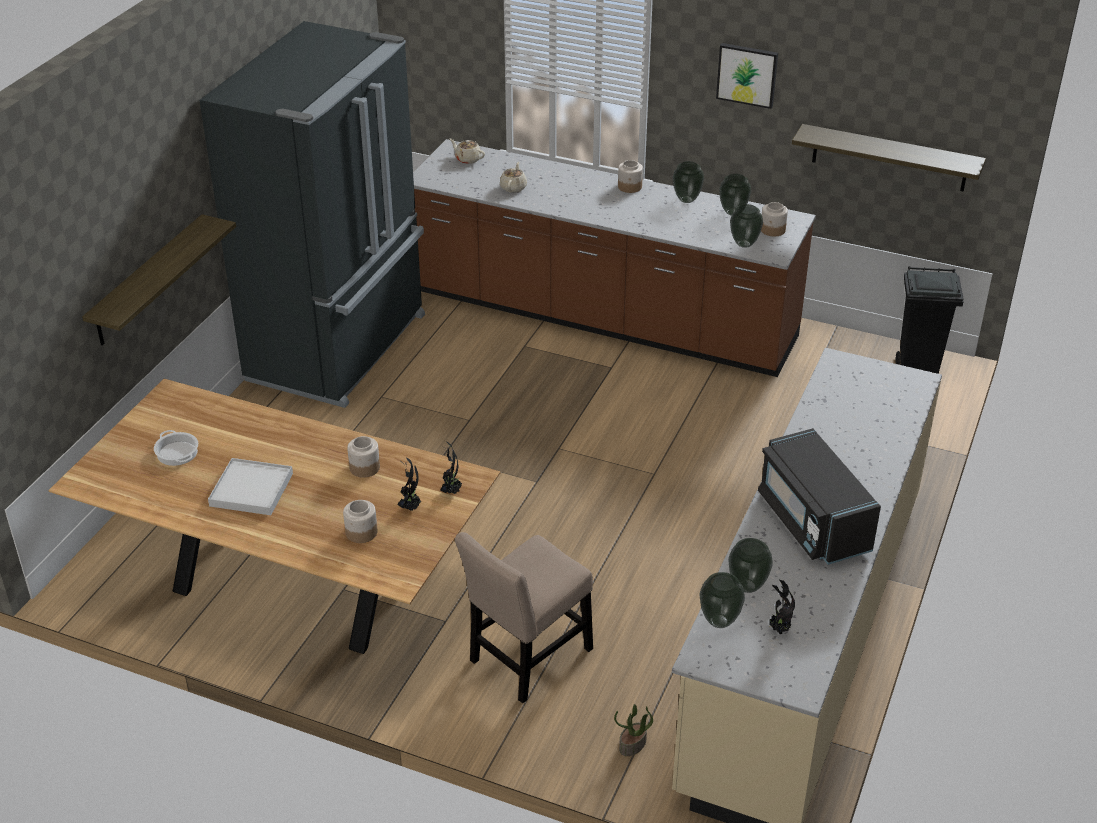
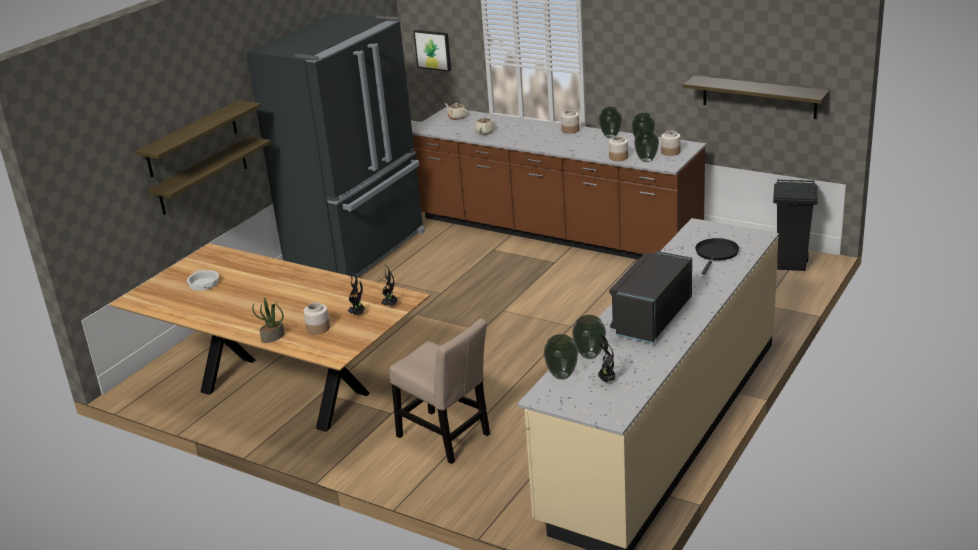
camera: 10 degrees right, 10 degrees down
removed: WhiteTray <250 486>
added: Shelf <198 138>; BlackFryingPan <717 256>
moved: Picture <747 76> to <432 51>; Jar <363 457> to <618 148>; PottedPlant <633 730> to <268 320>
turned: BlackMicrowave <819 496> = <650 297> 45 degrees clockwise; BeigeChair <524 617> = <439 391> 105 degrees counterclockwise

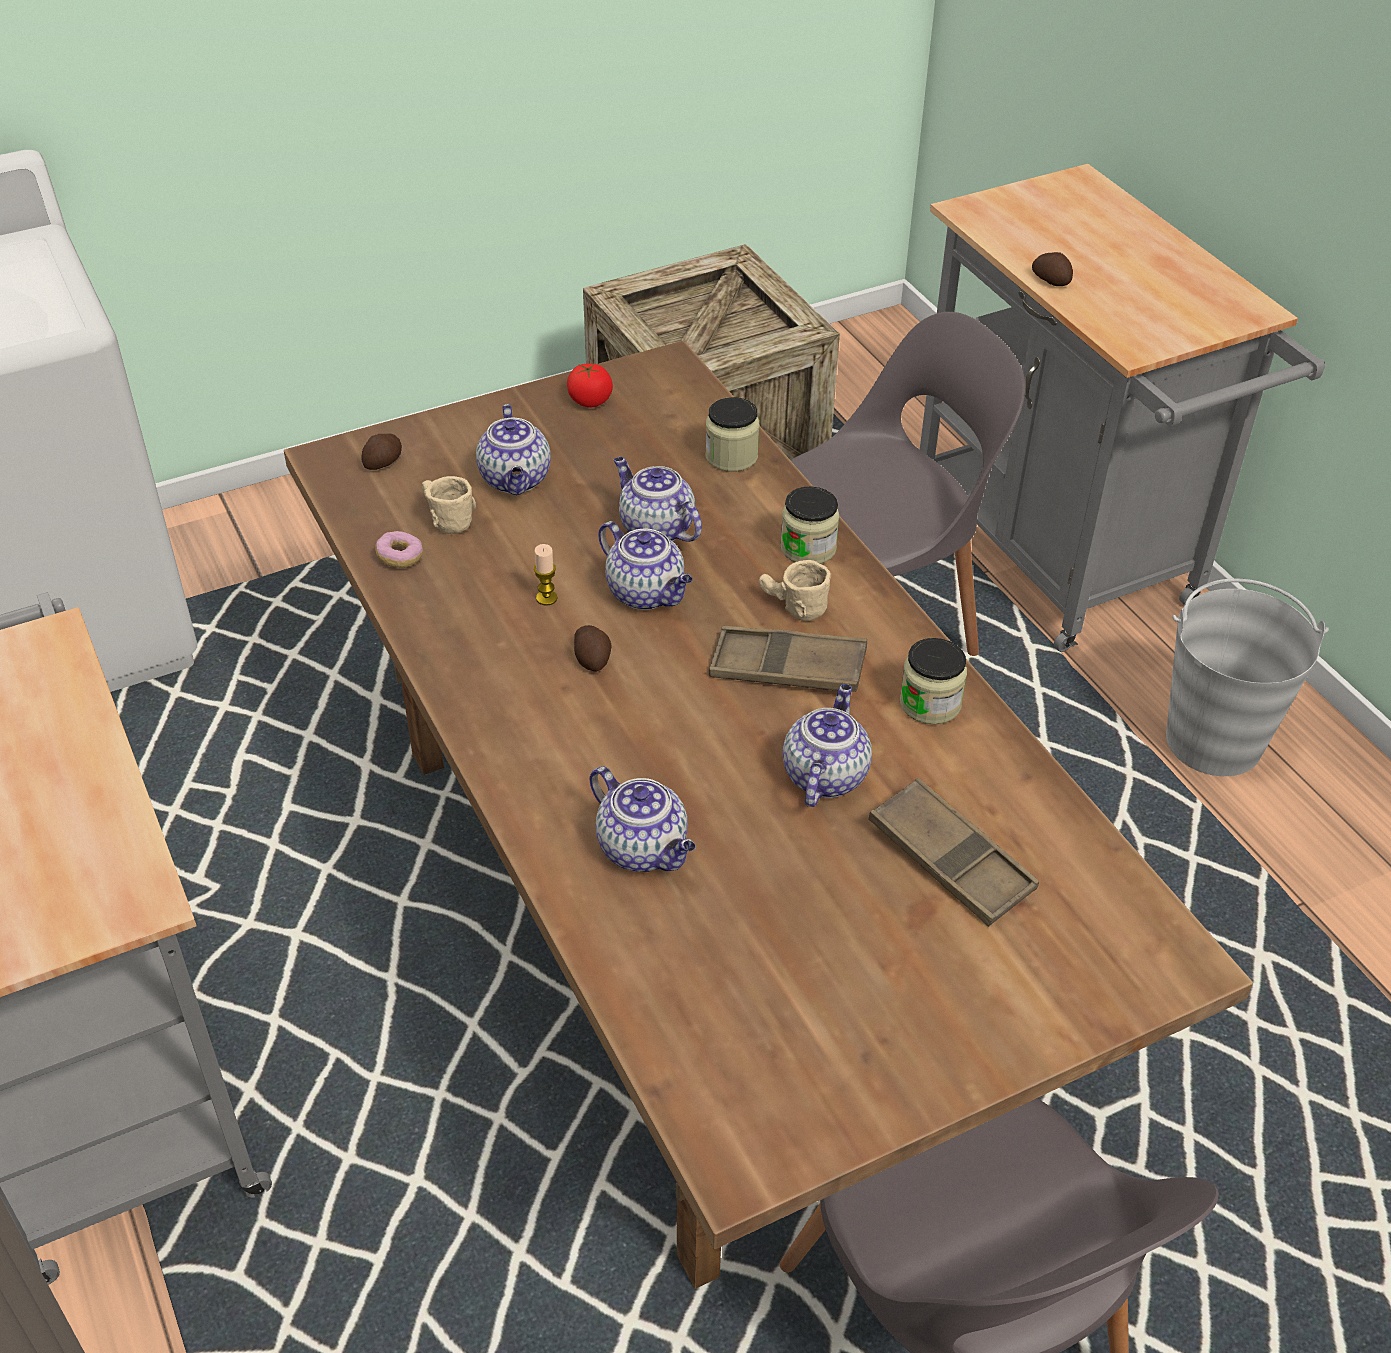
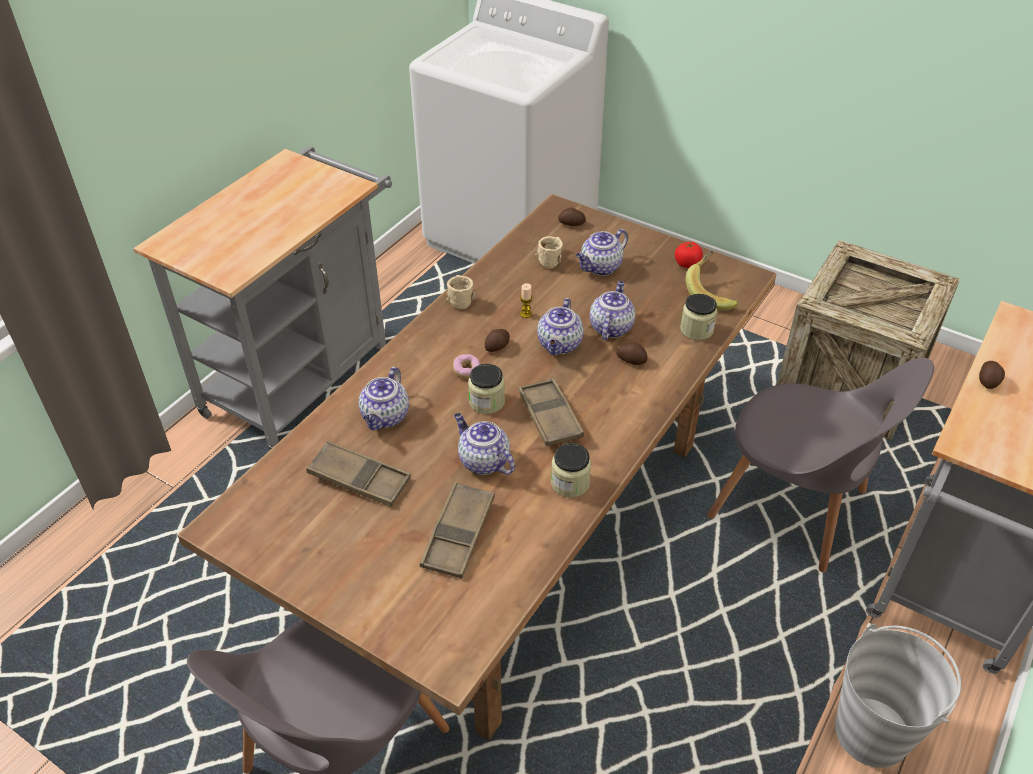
camera: 60 degrees right, 0 degrees up
added: Banana <712 280>; Potato <631 353>; BrownTray <358 474>
moved: Jar <810 525> to <486 389>; Donut <399 549> to <466 366>; BeigeMug <795 590> to <460 292>
turned: Teapot <827 745> = <484 444> 120 degrees counterclockwise

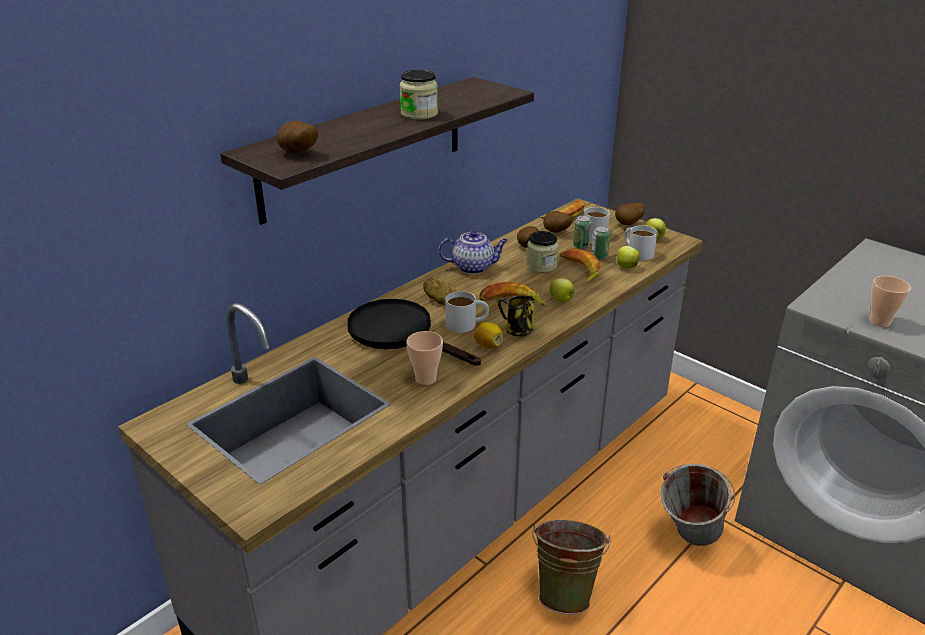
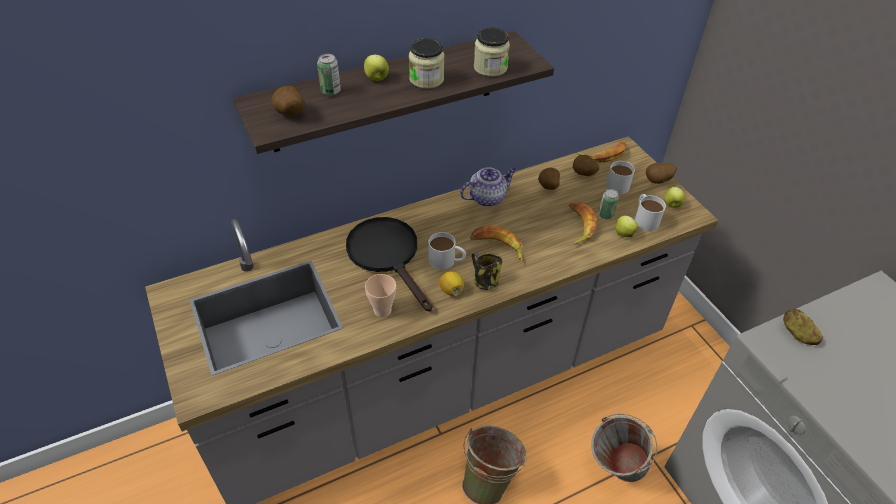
camera: 20 degrees right, 15 degrees up
removed: Cup <890 301>
moved: Can <582 232> to <329 75>; Jar <542 252> to <492 52>; Potato <440 291> to <803 327>; Apple <562 290> to <376 68>
turned: Teapot <473 252> = <488 187> 45 degrees counterclockwise

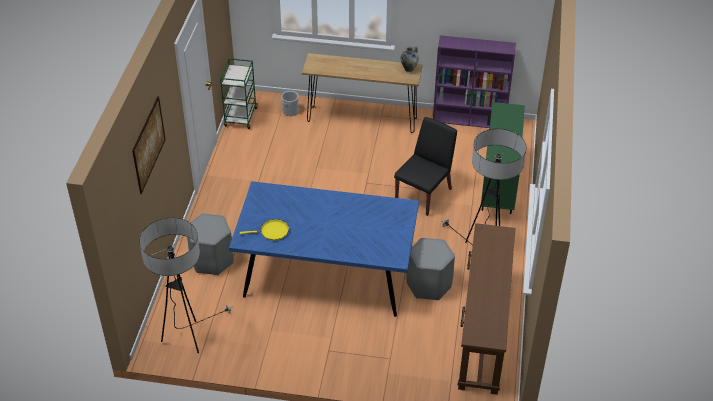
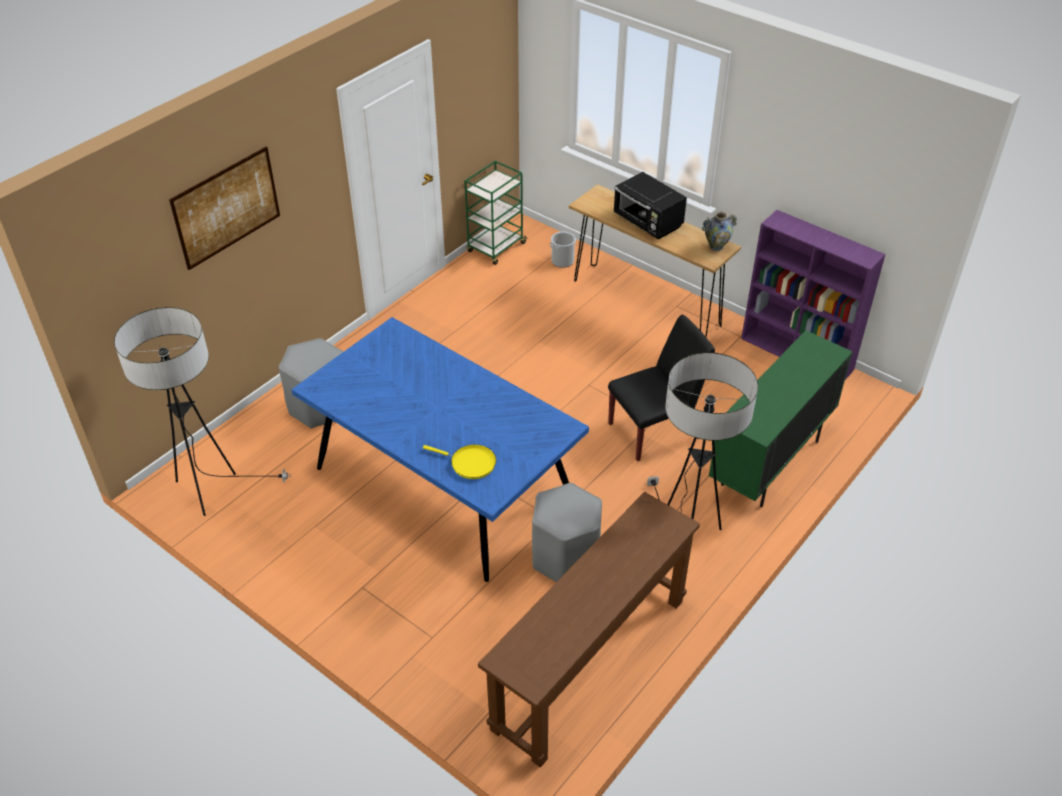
camera: 30 degrees right, 0 degrees up
added: BlackMicrowave <650 206>
moved: YellowFryingPan <264 229> to <459 461>

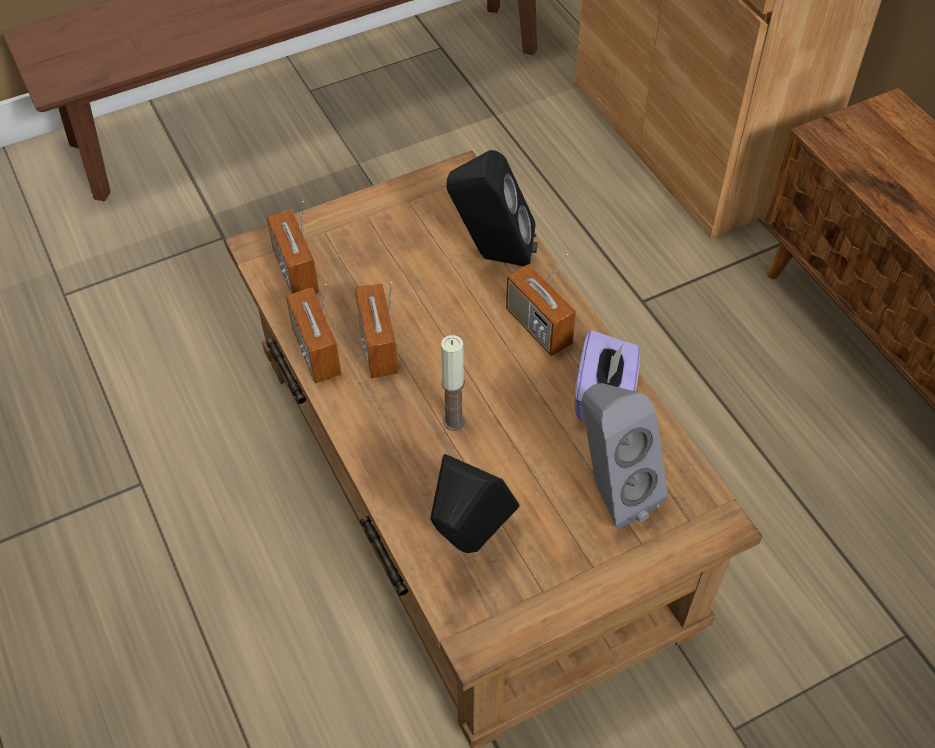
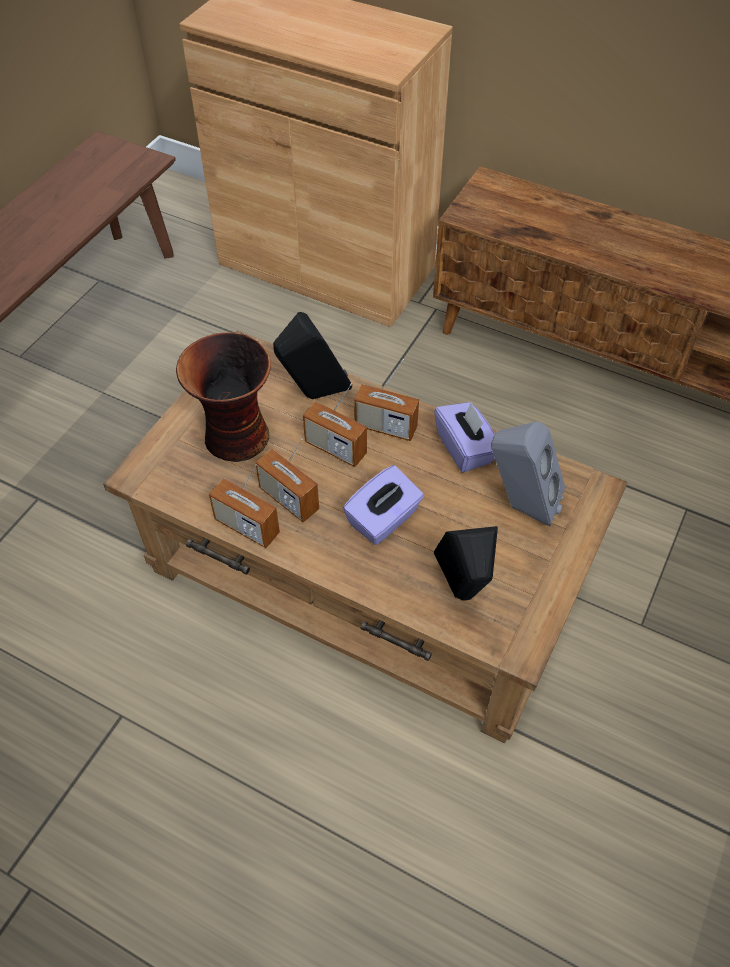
camera: 35 degrees left, 0 degrees up
added: Vase <223 397>
moved: Radio <293 247> to <335 425>
replaced: Candle <453 383> to PurpleTissueBox <383 505>

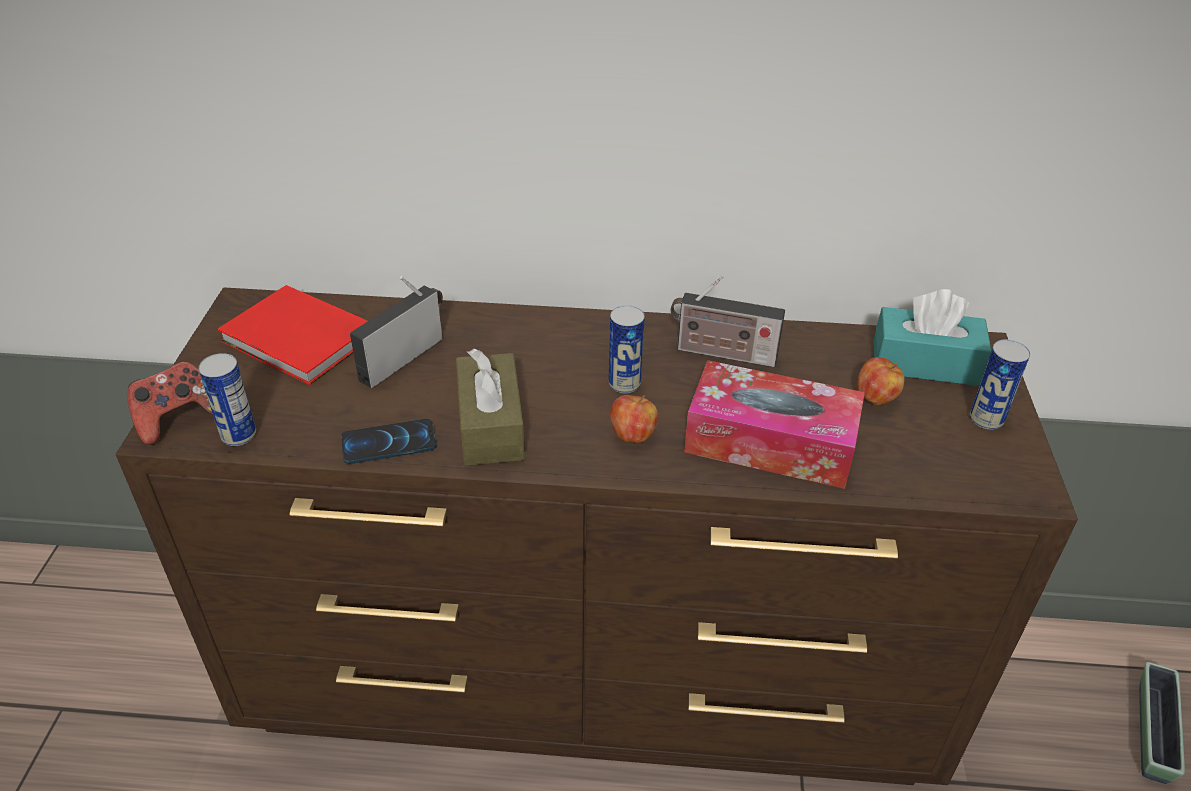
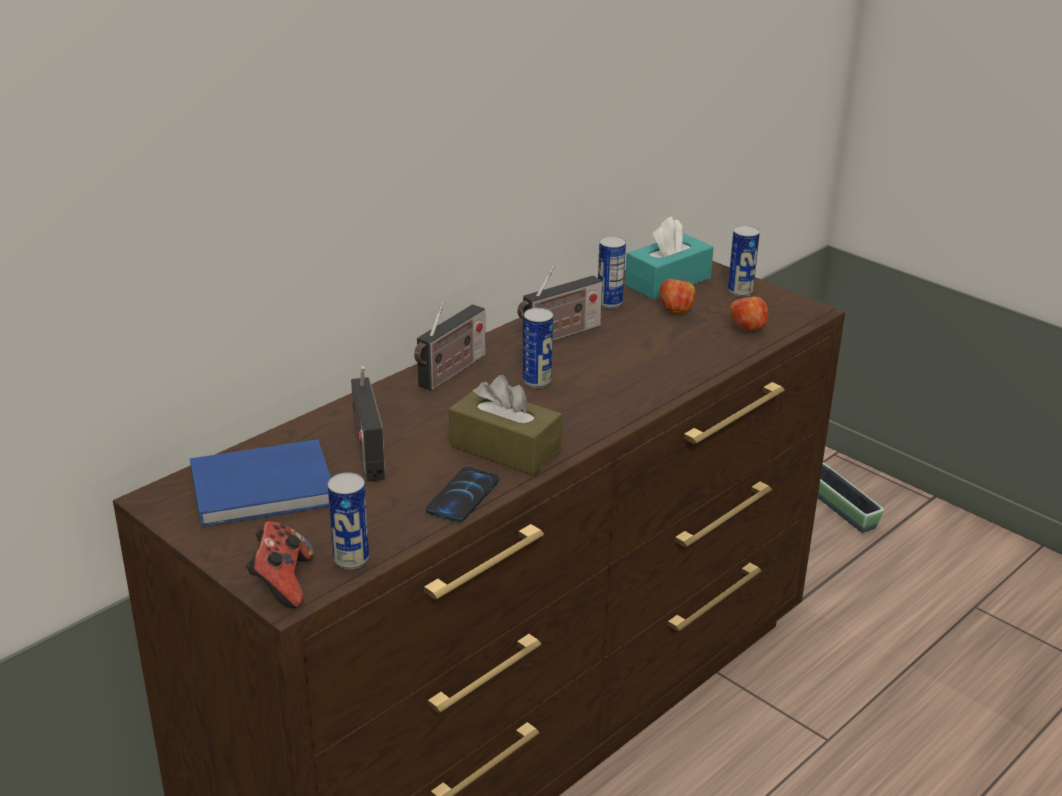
camera: 50 degrees left, 10 degrees down
removed: TissueBox <774 424>
added: Can <612 272>; Radio <449 346>
moved: Apple <634 419> to <749 312>
recoloured: RedBook <292 335> to BlueBook <260 483>

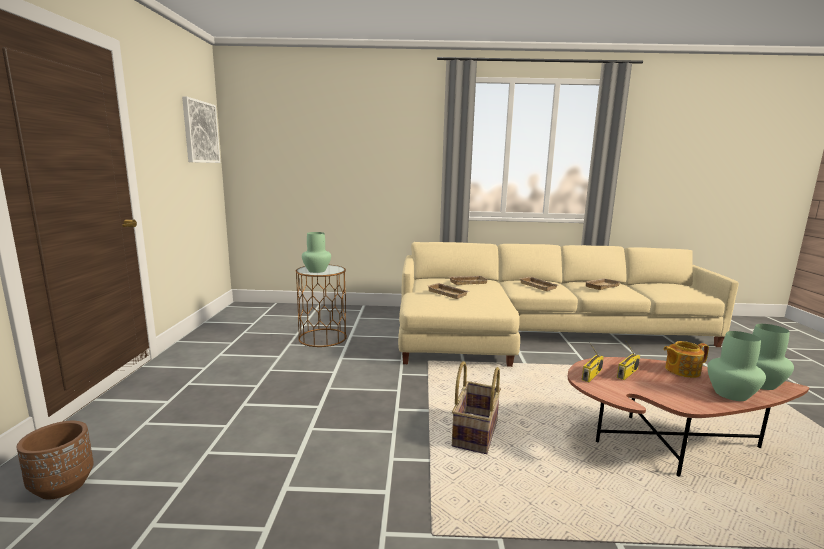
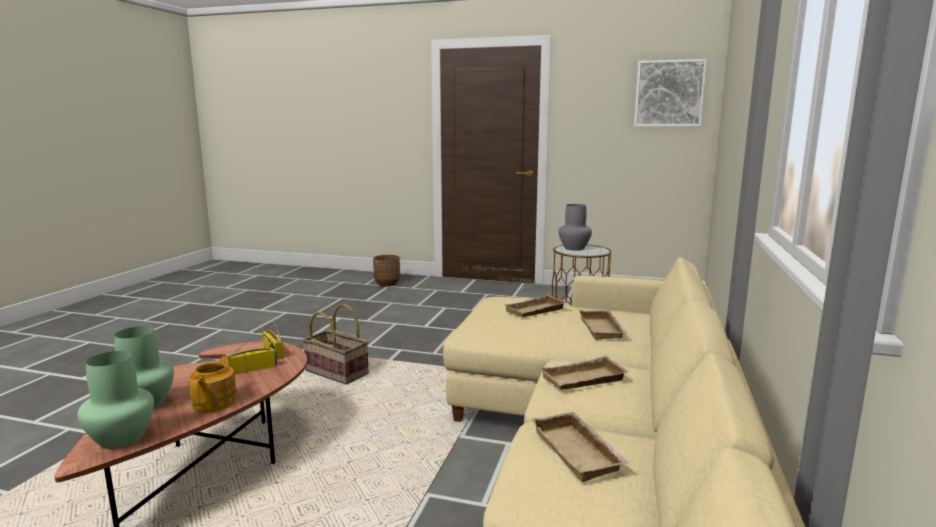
camera: 105 degrees right, 0 degrees up
recoloured: GreenVase <316 252> to GreyVase <575 227>
turned: Radio <628 360> = <252 350> 90 degrees clockwise

